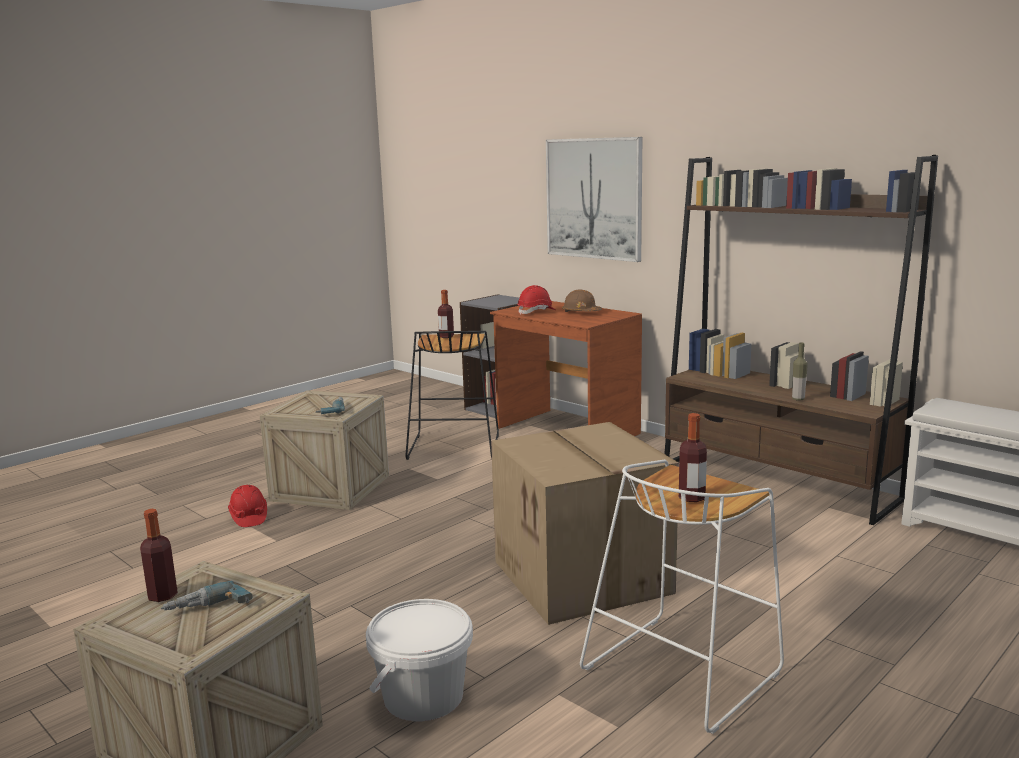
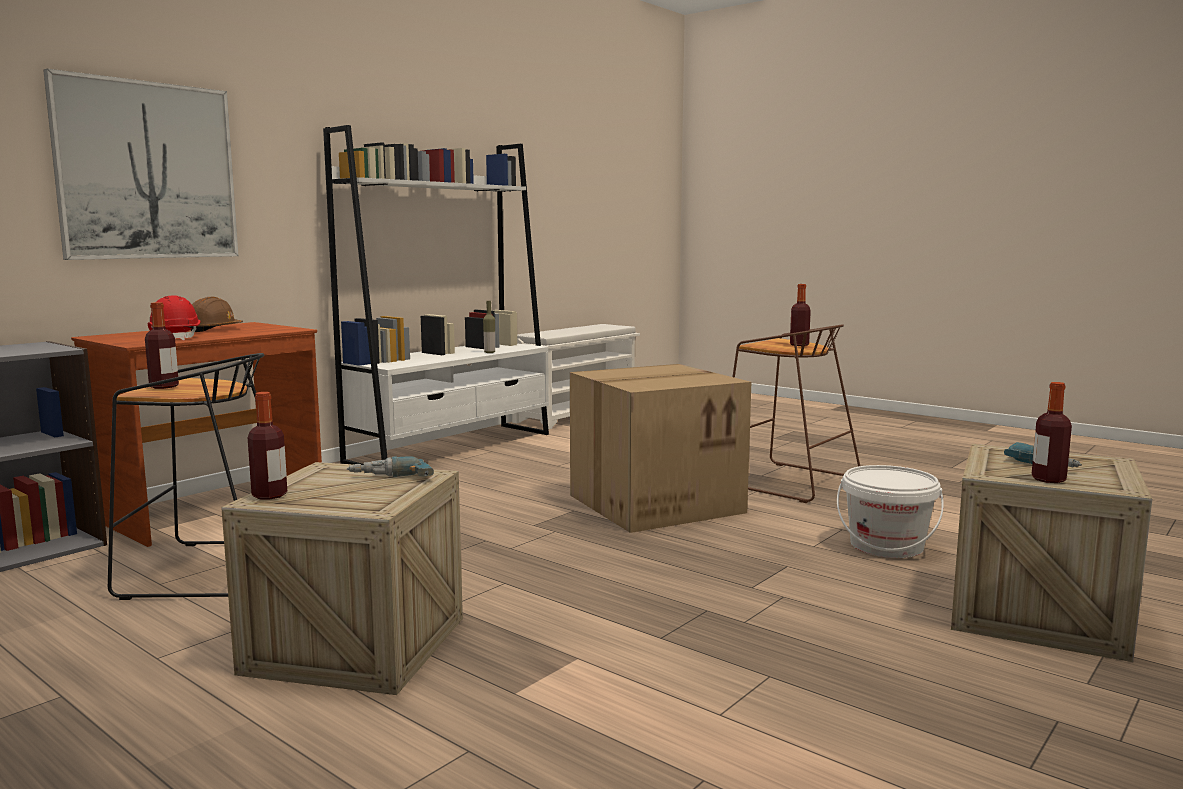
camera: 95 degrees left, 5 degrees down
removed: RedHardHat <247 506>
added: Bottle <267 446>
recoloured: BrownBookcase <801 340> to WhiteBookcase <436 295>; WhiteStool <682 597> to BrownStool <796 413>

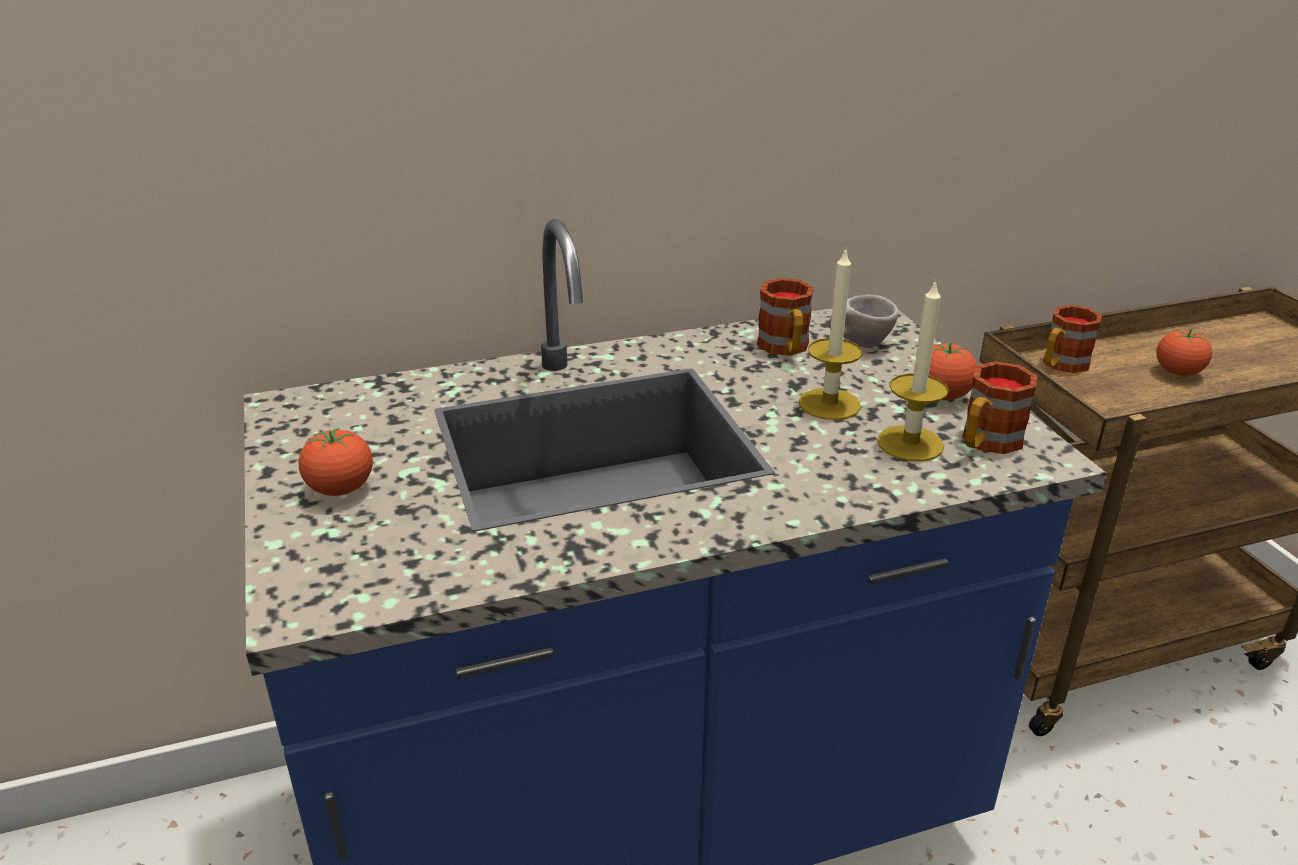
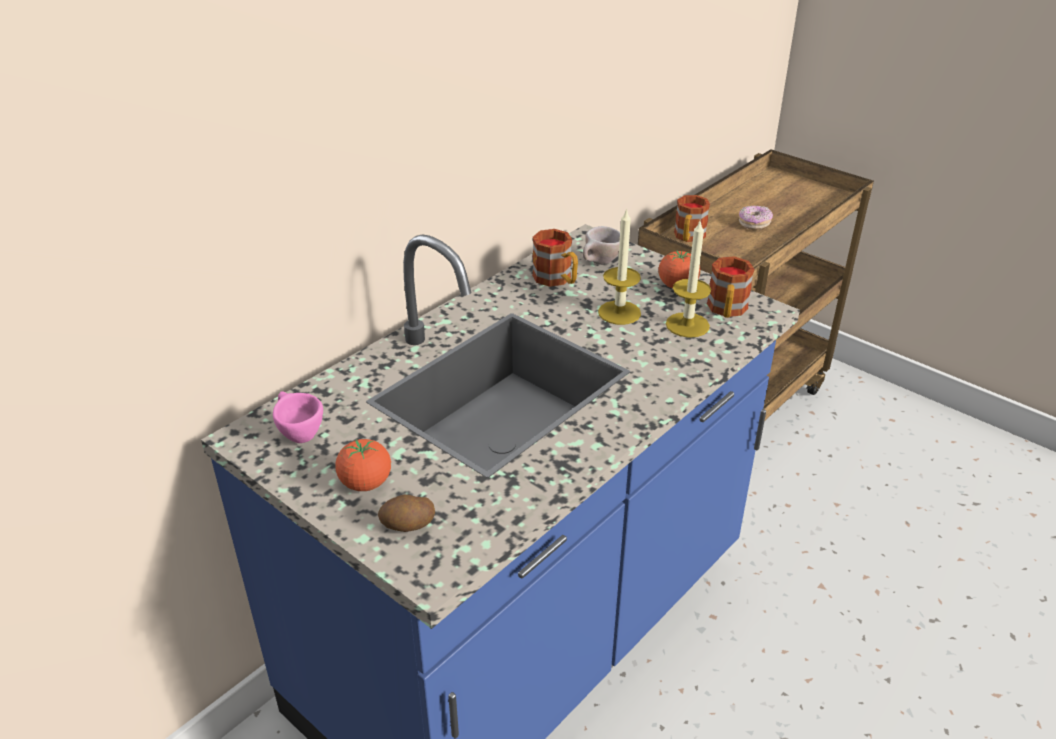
camera: 30 degrees left, 5 degrees up
added: PinkCup <298 417>; Potato <406 513>
replaced: Tomato <1184 352> to Donut <756 218>

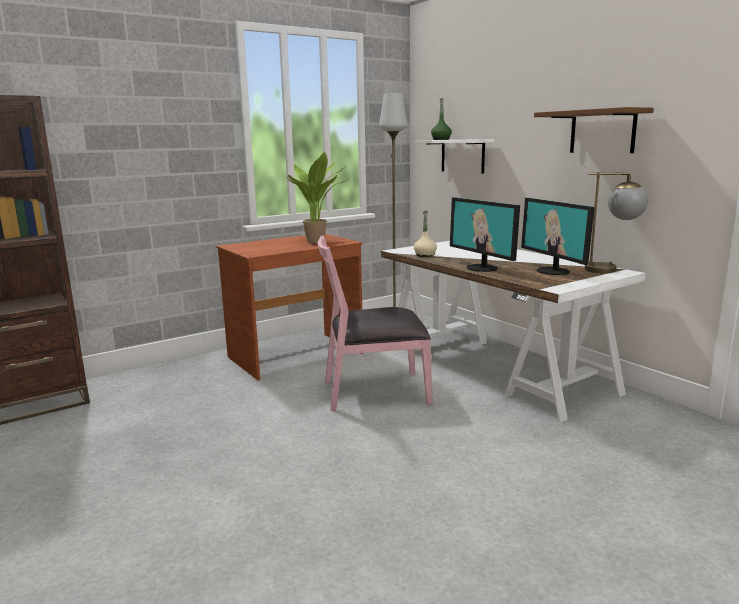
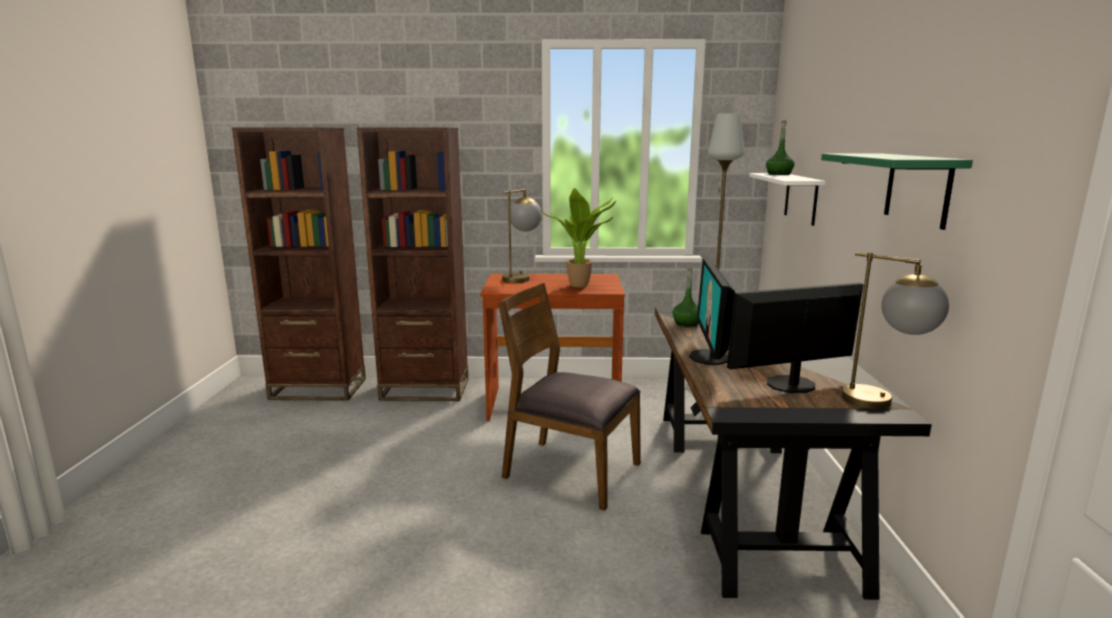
camera: 35 degrees right, 0 degrees up
added: BrownBookcase <412 264>; TableLamp <522 236>
recoloured: BrownShelf <594 130> to GreenShelf <897 192>; BeigeBottle <425 234> to GreenBottle <685 297>; PinkChair <375 323> to BrownChair <569 396>; WhiteDesk <513 331> to BlackDesk <793 453>
turned: Monitor <558 236> = <795 338> 60 degrees clockwise

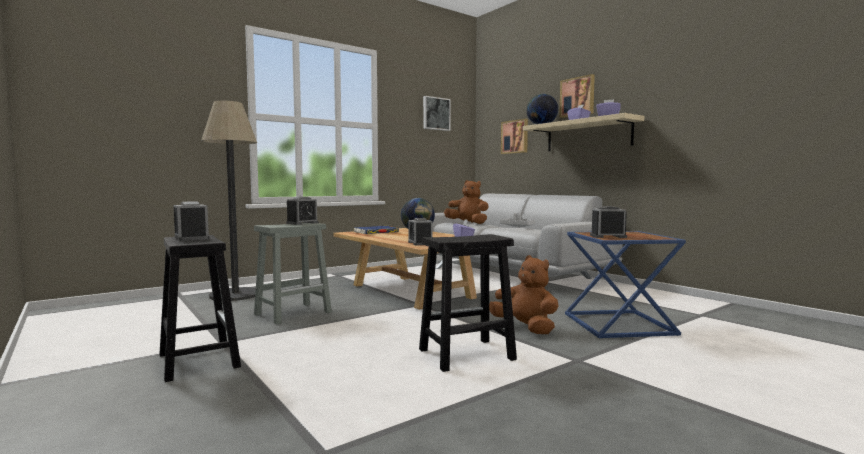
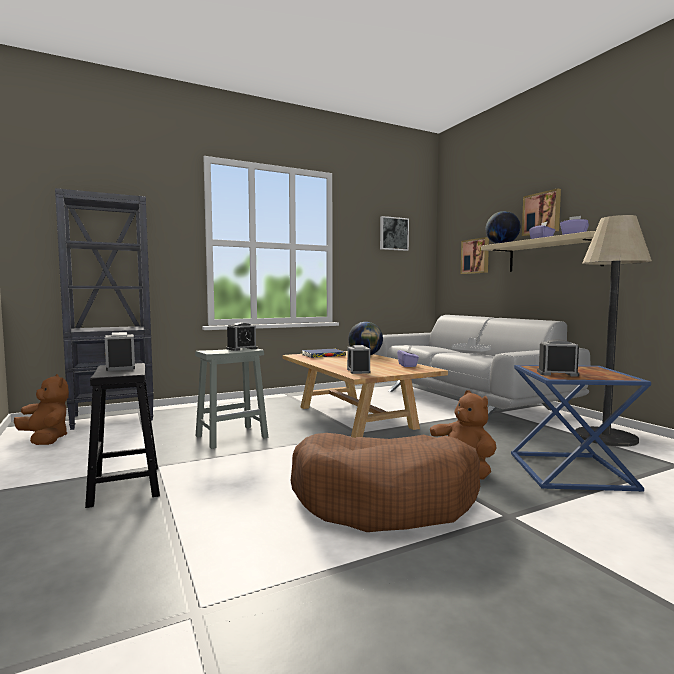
camera: 10 degrees right, 0 degrees up
added: BlackBookcase <104 309>
moved: FloorLamp <229 201> to <613 331>; BrownPlushToy <466 202> to <41 409>
replaced: BlackStool <468 303> to BrownDogBed <385 482>

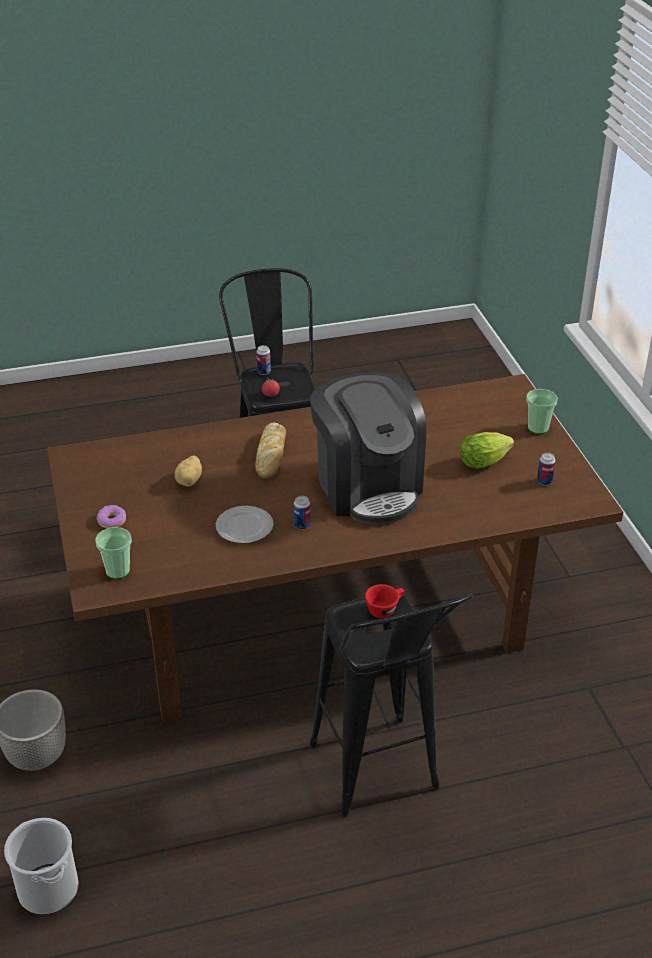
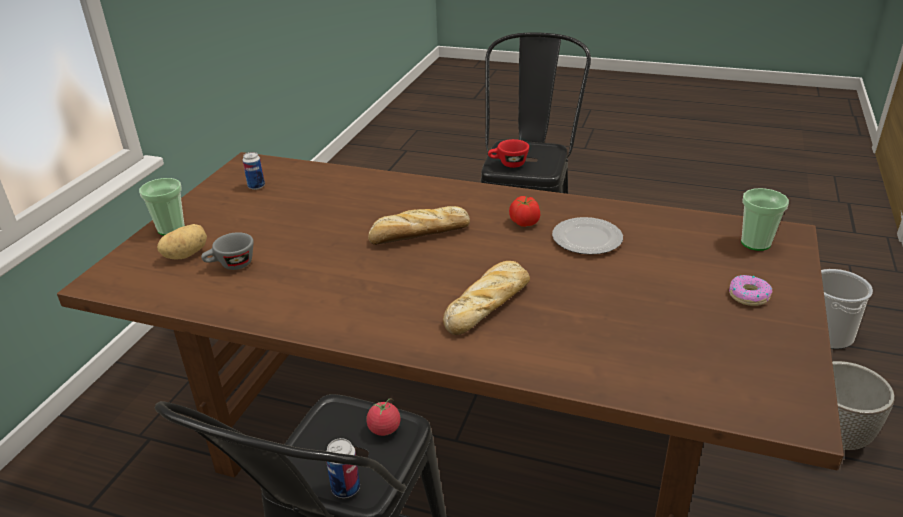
camera: 145 degrees left, 5 degrees down
removed: Lettuce <487 450>
added: GreyCup <227 251>
moved: Potato <188 471> to <182 241>
replaced: CoffeeMachine <368 448> to Bread <419 225>; Can <302 513> to Tomato <524 211>

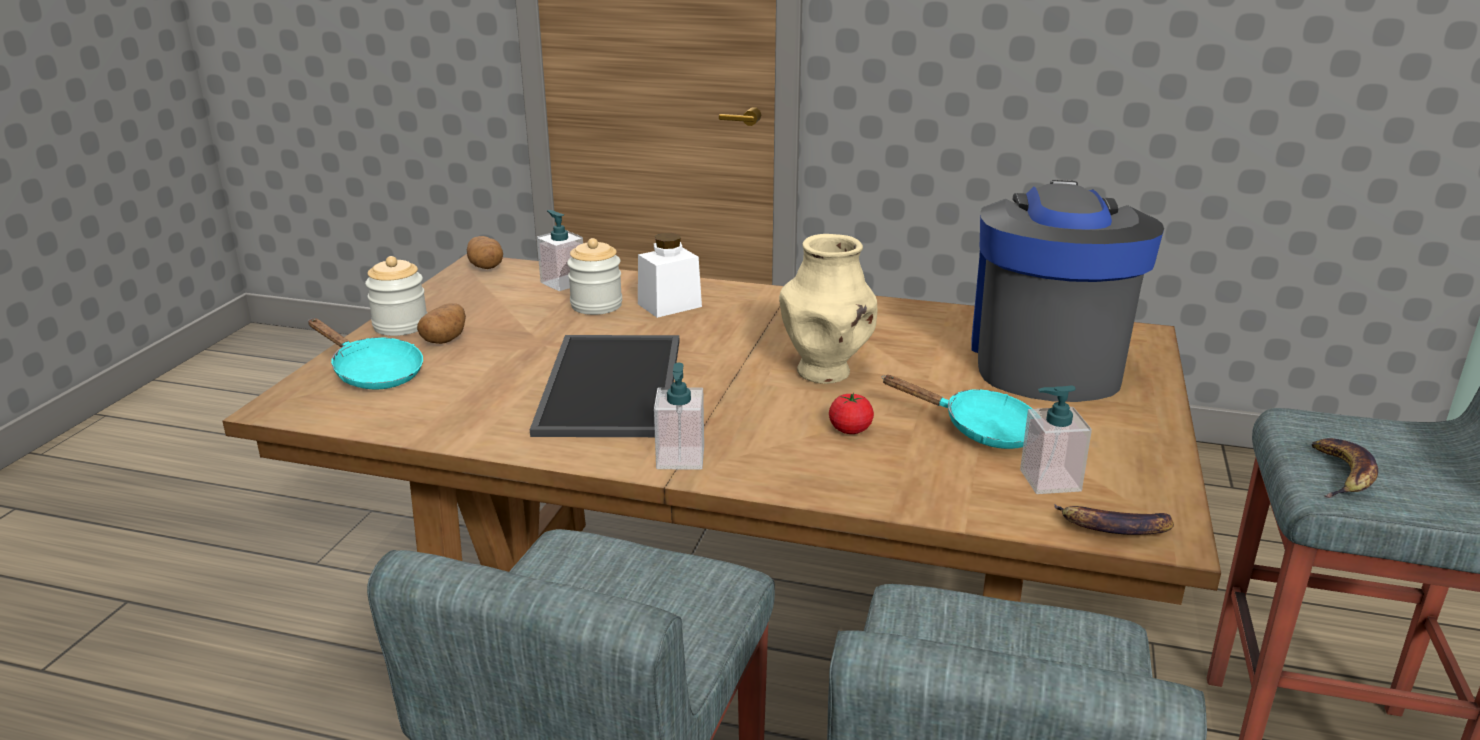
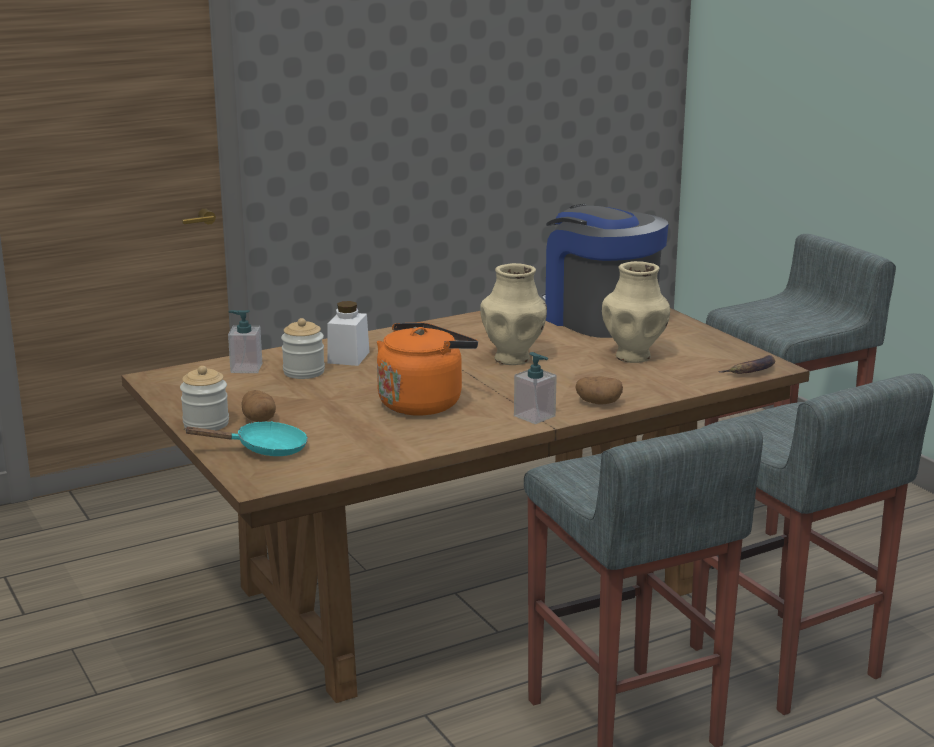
camera: 45 degrees left, 5 degrees down
removed: SoapDispenser <1056 439>; Tomato <851 413>; Banana <1345 468>
moved: Potato <485 252> to <599 390>
replaced: Tray <604 386> to OrangeKettle <427 369>; TurquoiseFryingPan <957 412> to BeigeVase <636 312>

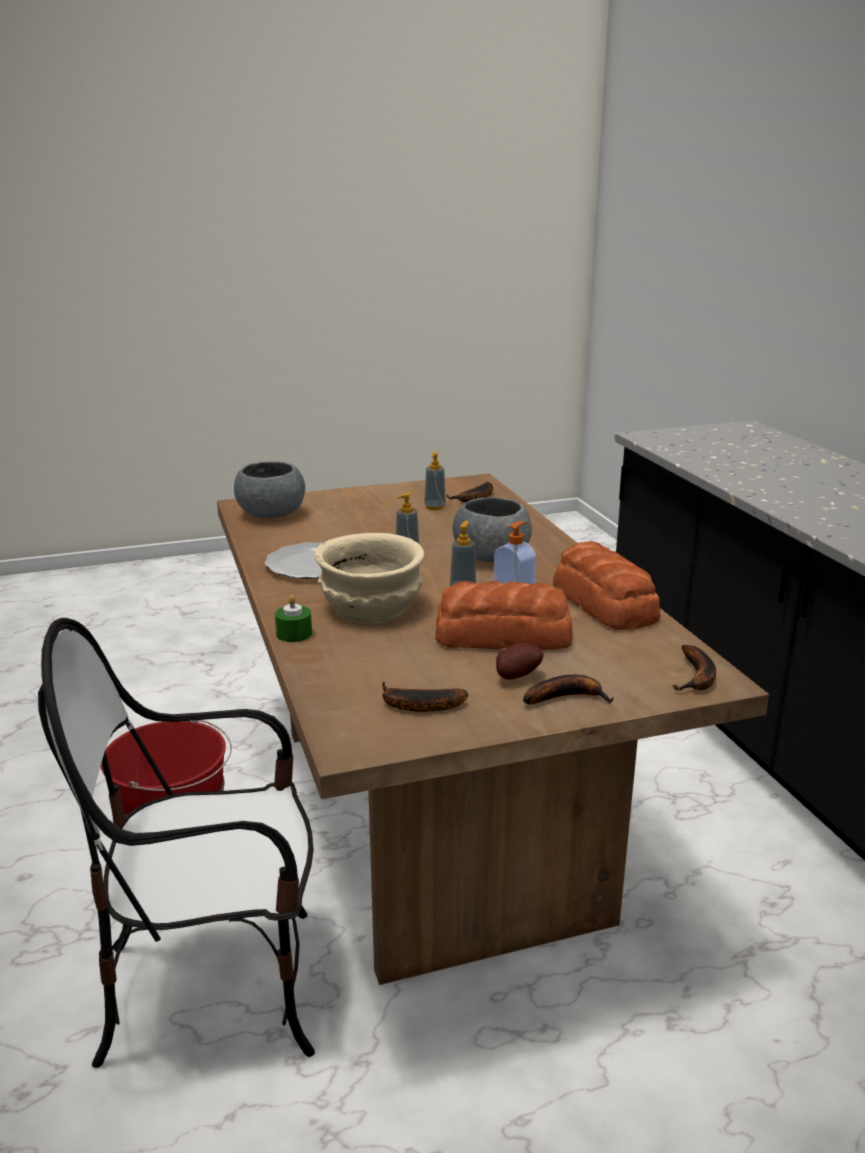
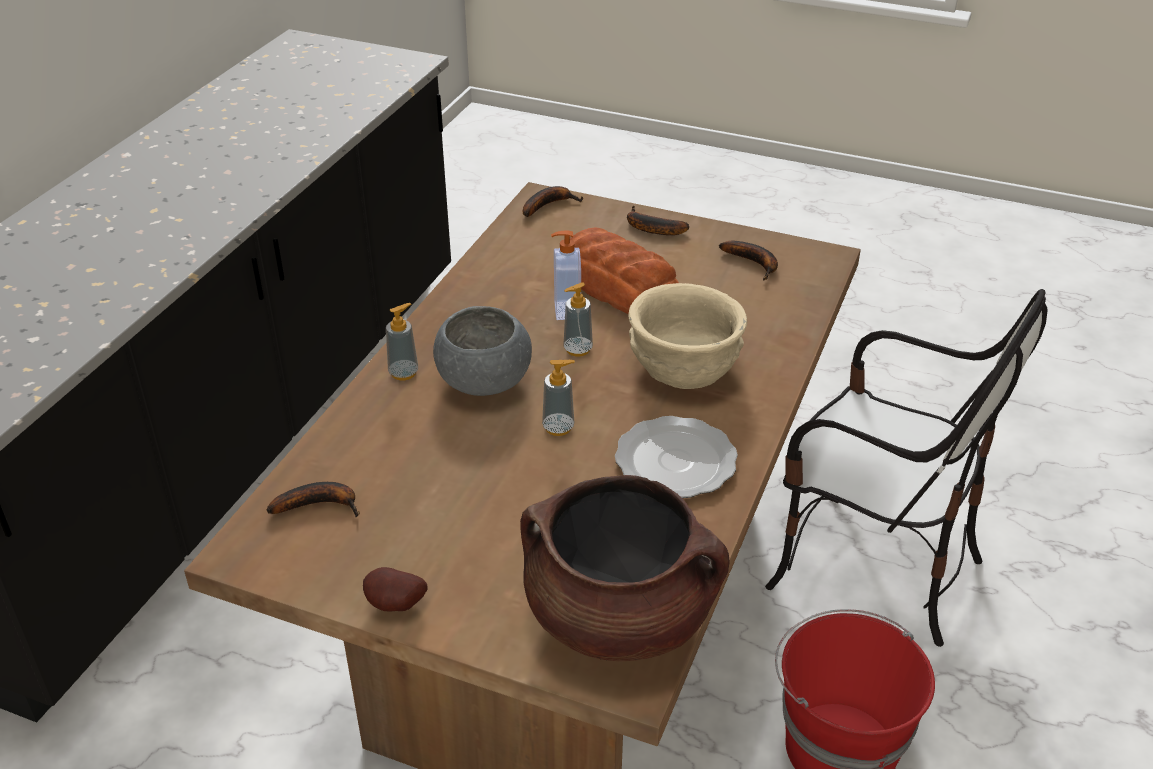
camera: 140 degrees left, 15 degrees up
removed: Bread <607 585>; GreenCandle <293 618>
moved: SoapDispenser <435 480> to <402 342>; Potato <520 661> to <395 589>
replaced: GreyBowl <269 490> to BrownCookingPot <625 568>

